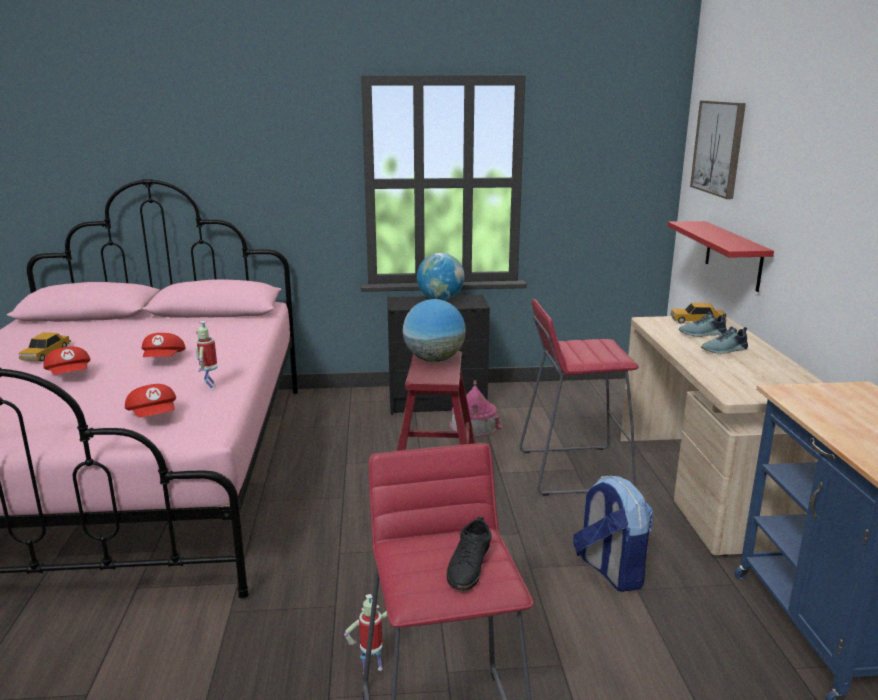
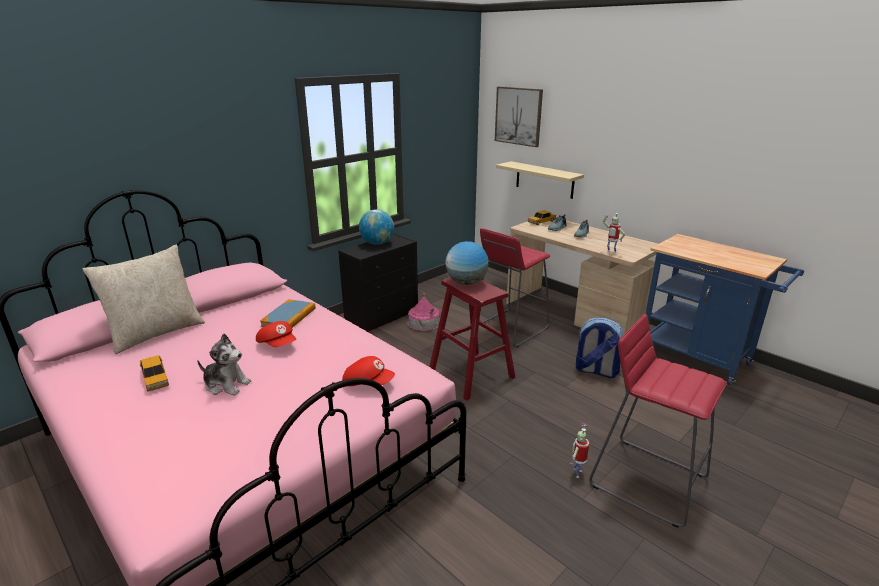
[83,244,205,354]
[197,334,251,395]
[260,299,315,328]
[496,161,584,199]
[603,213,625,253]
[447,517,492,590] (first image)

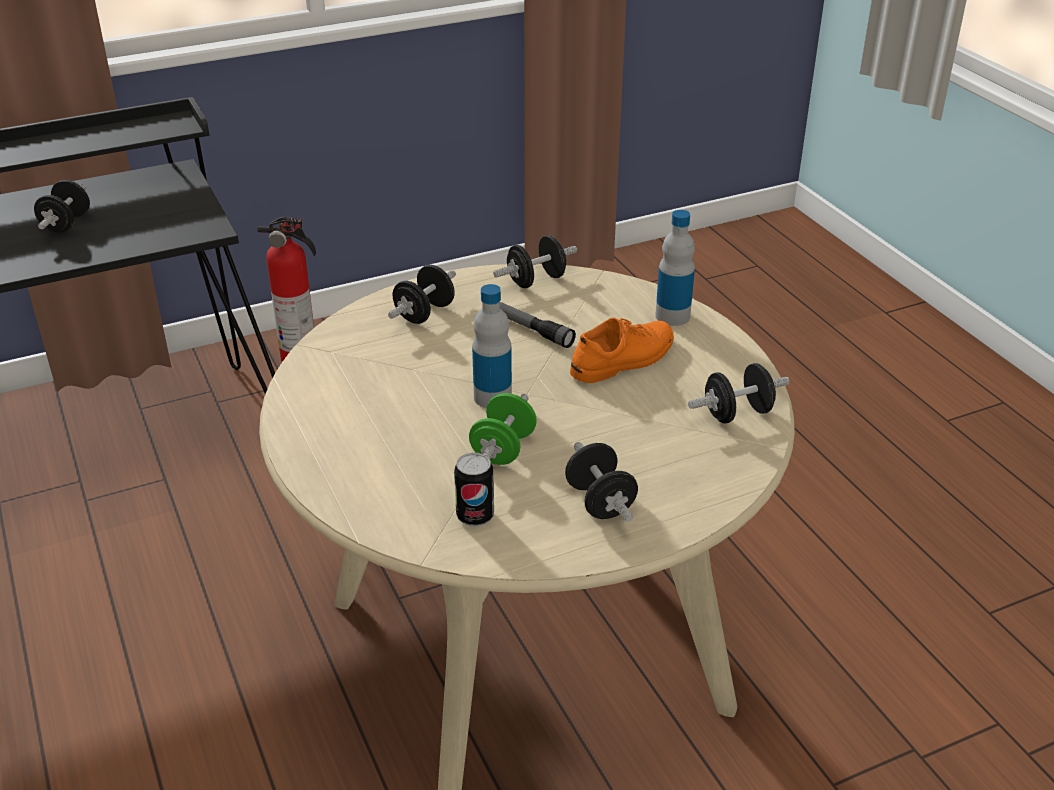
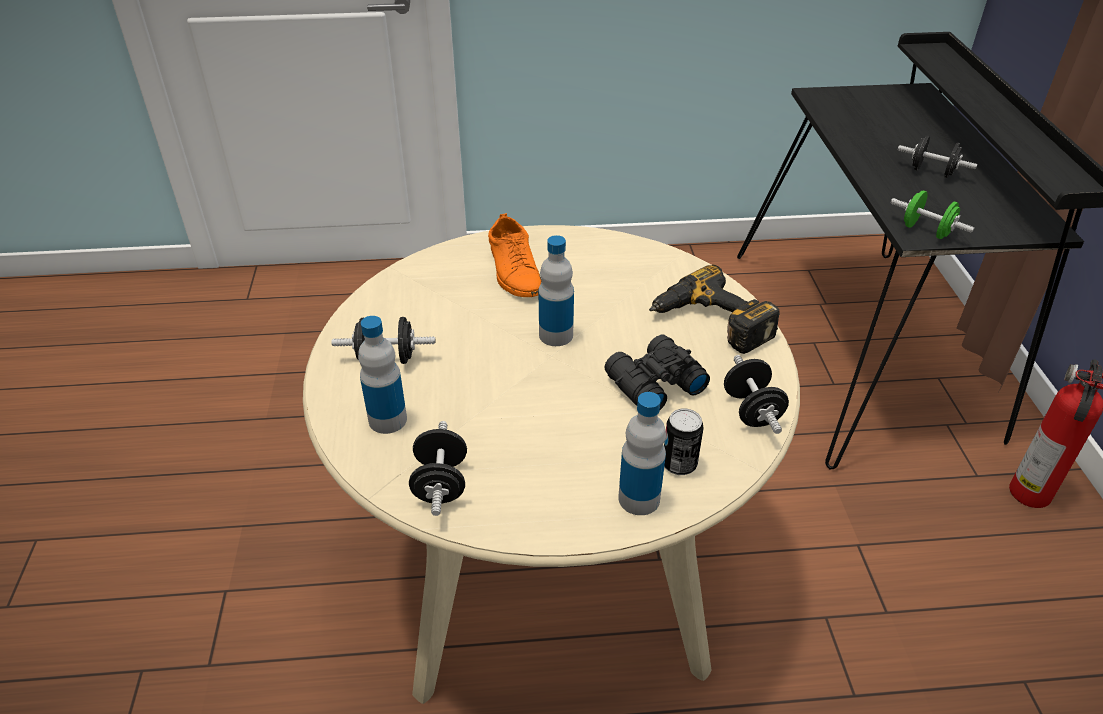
[358,316,407,434]
[488,213,542,297]
[604,334,710,410]
[649,265,780,354]
[664,408,704,475]
[891,190,974,239]

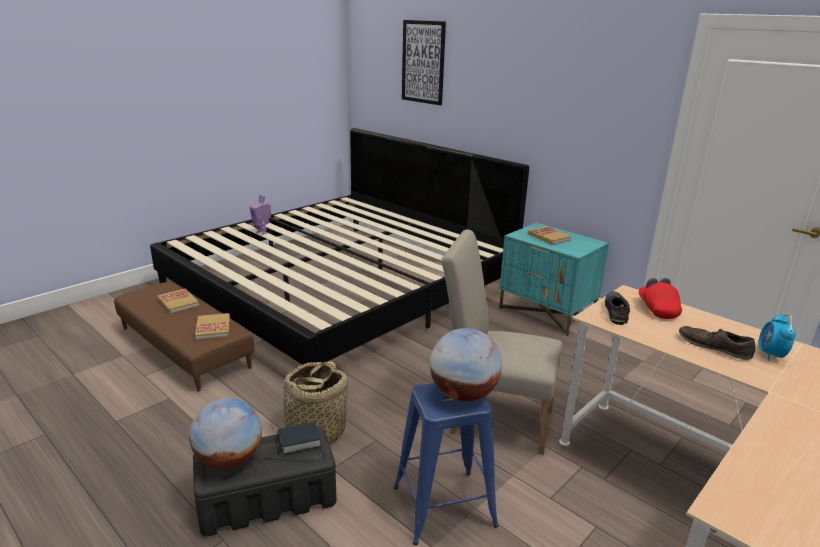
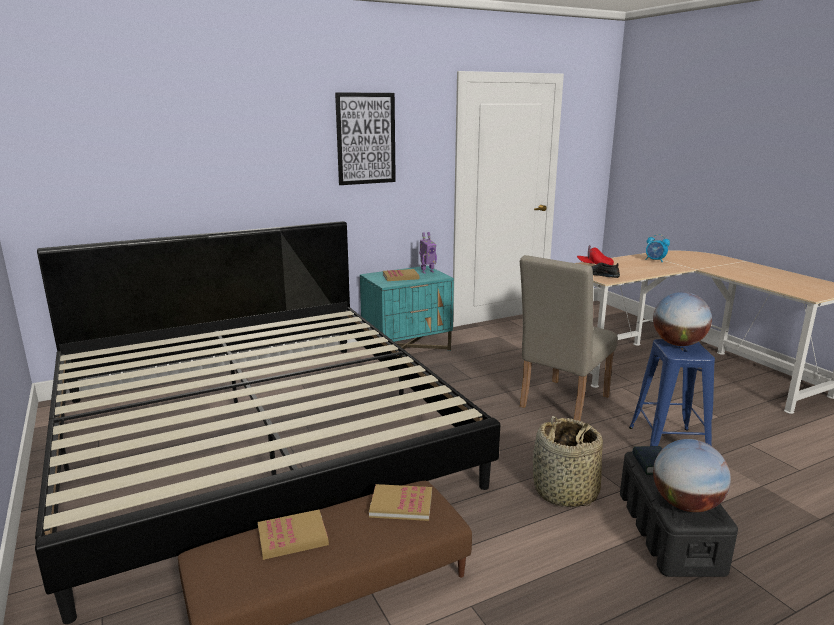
[335,92,396,185]
[419,232,437,274]
[679,326,755,360] (first image)

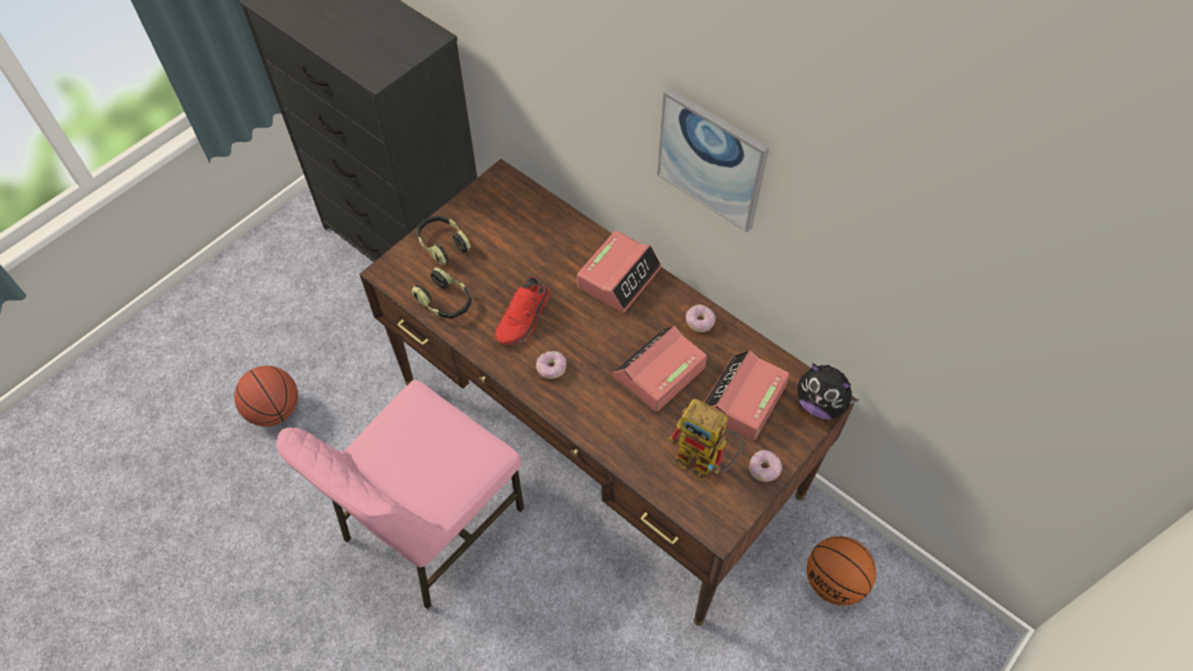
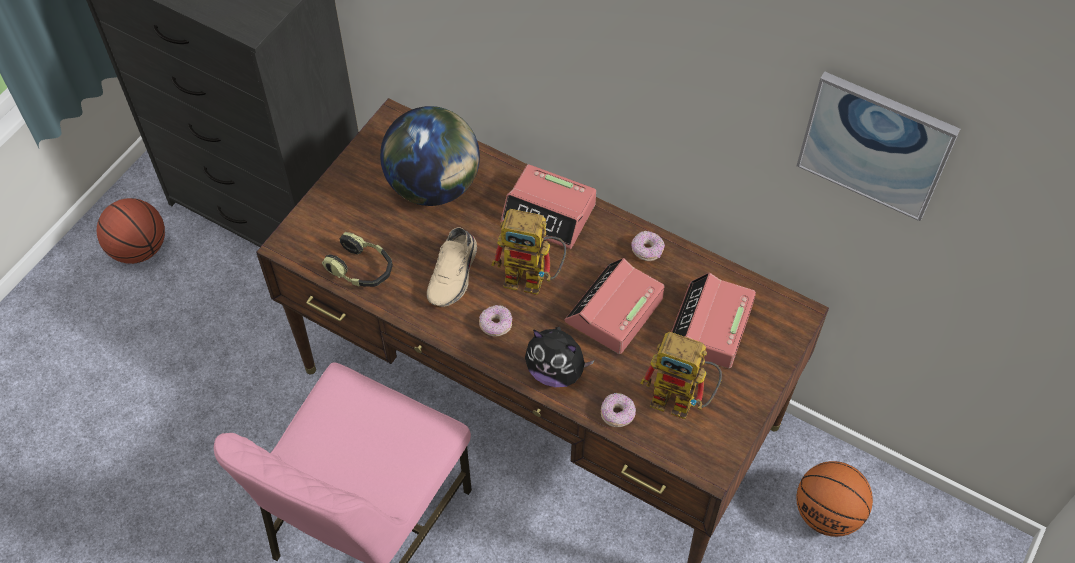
[97,198,165,264]
[380,106,480,206]
[427,227,477,307]
[491,209,566,295]
[501,164,596,249]
[525,327,594,387]
[601,393,636,427]
[797,72,960,221]
[417,215,471,266] (first image)

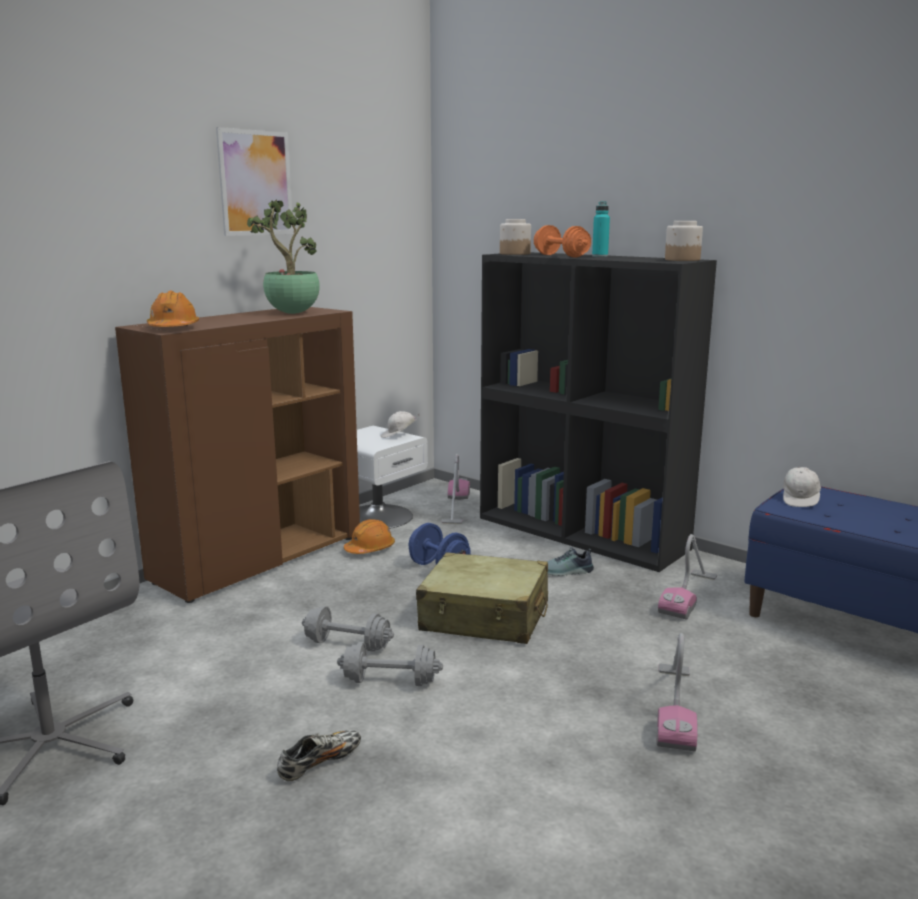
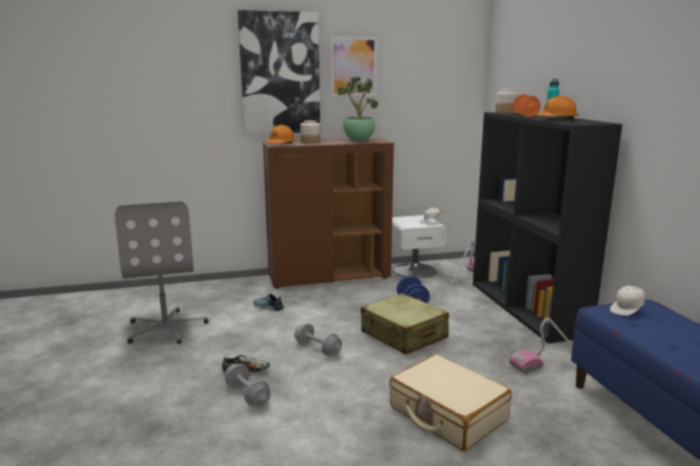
[225,364,271,407]
[238,10,320,134]
[253,293,284,311]
[300,120,320,144]
[389,354,512,451]
[536,96,579,120]

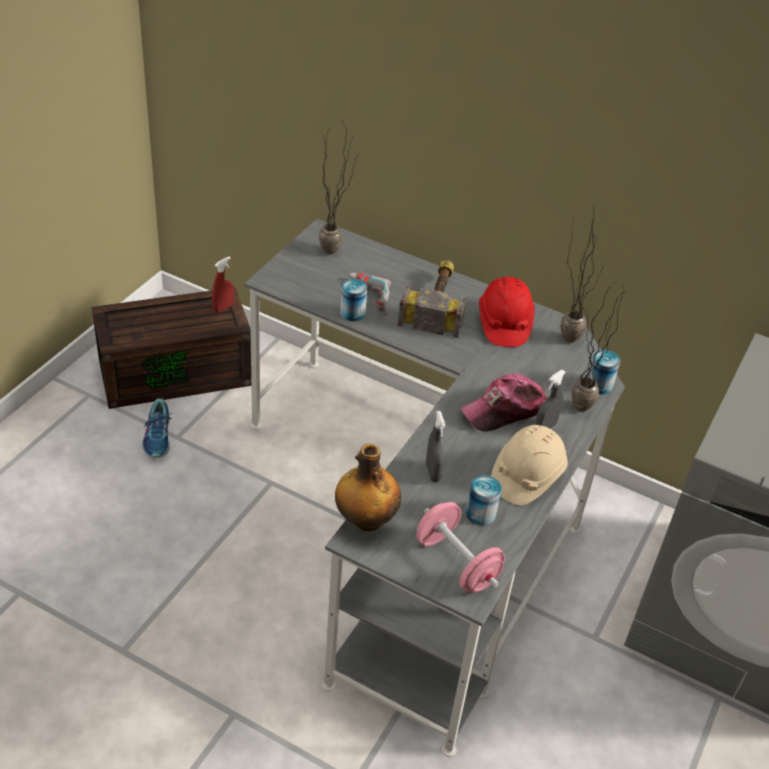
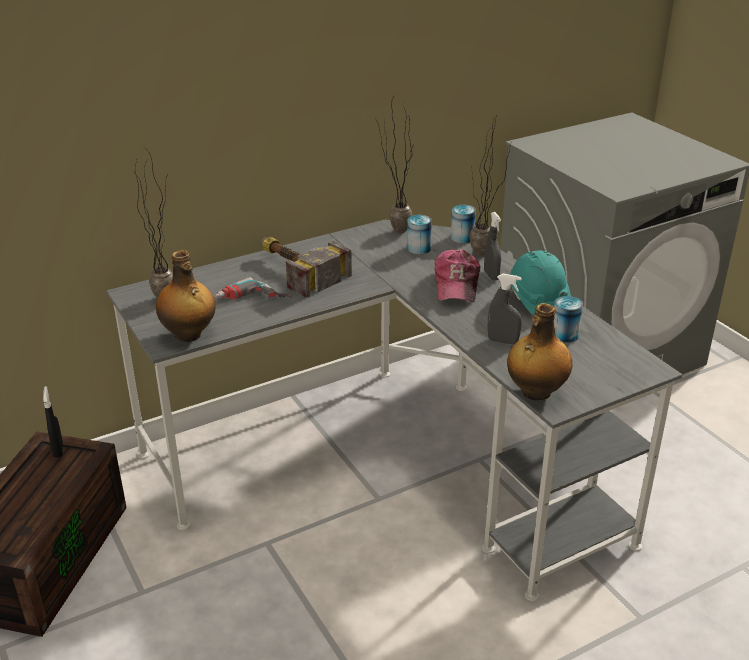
[43,386,63,458]
[156,250,216,342]
[407,215,432,255]
[510,250,571,316]
[142,398,173,458] (first image)
[416,502,505,593] (first image)
[479,277,535,347] (first image)

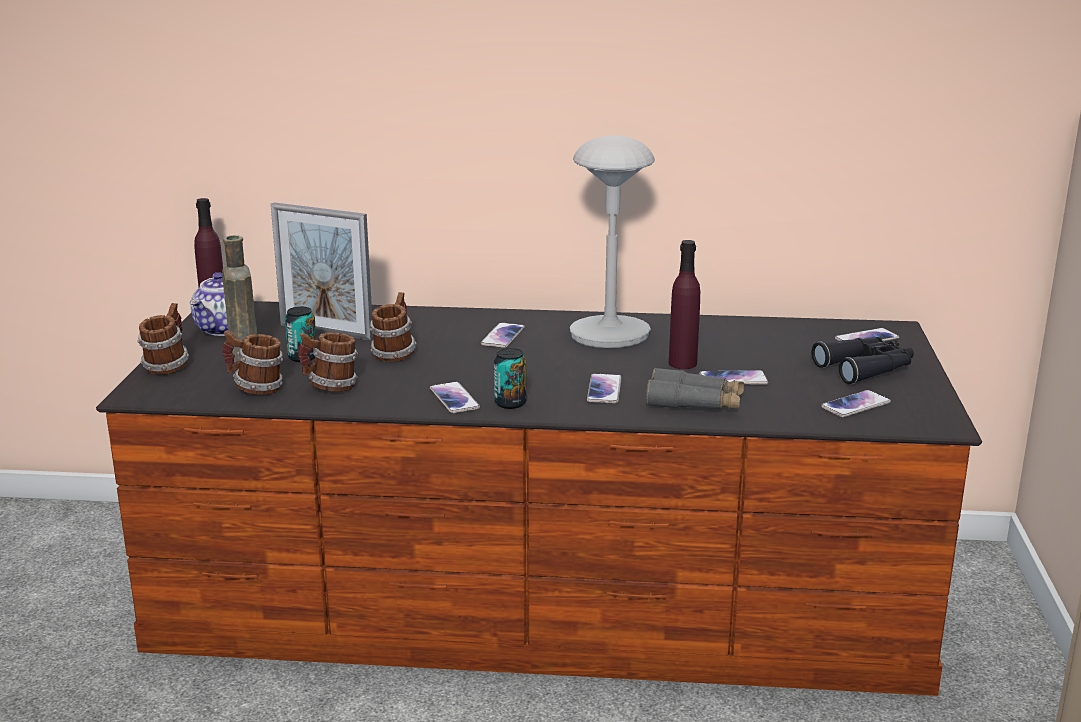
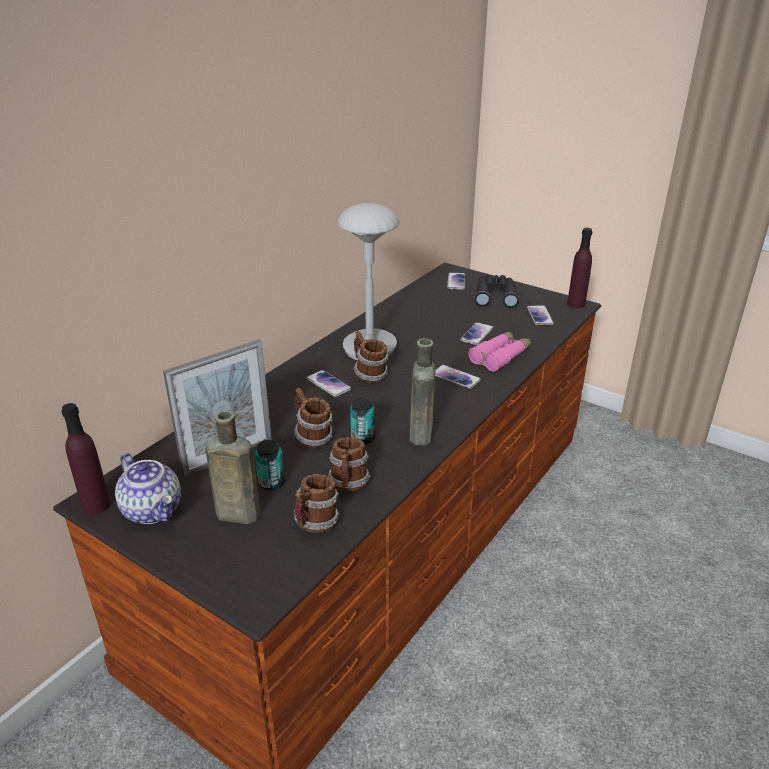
[350,398,376,444]
[353,331,388,383]
[410,338,436,446]
[468,331,531,372]
[567,228,592,308]

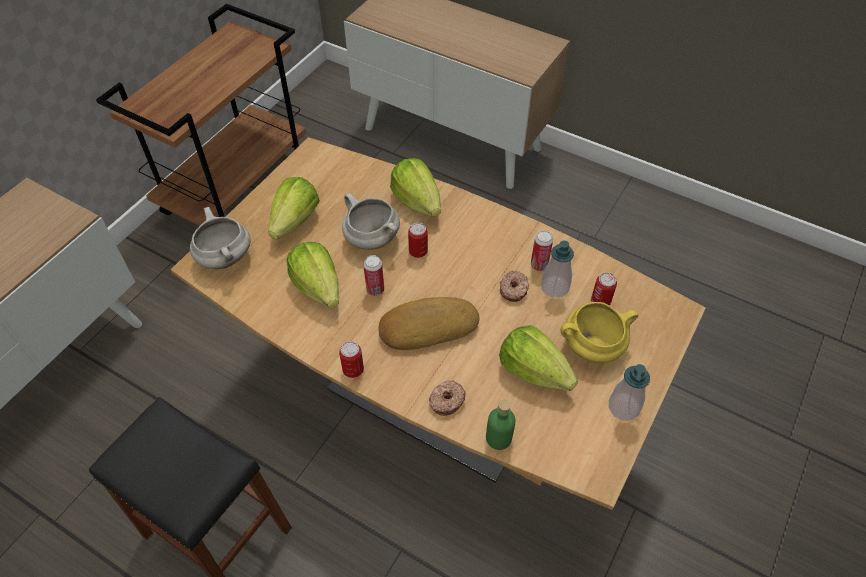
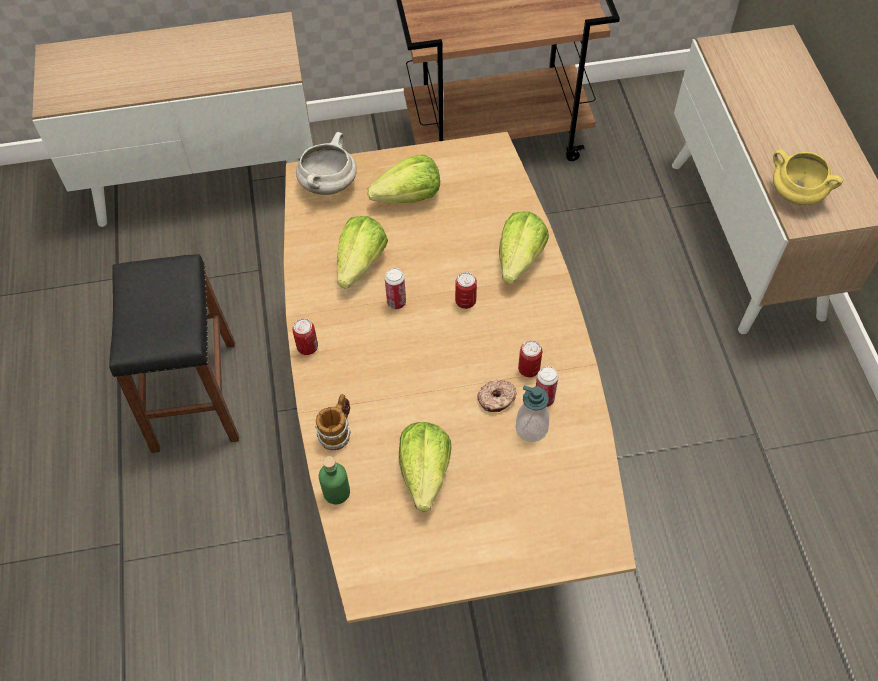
[315,394,351,450]
[518,340,542,377]
[773,149,843,205]
[342,193,400,250] (first image)
[378,297,479,350] (first image)
[609,364,650,421] (first image)

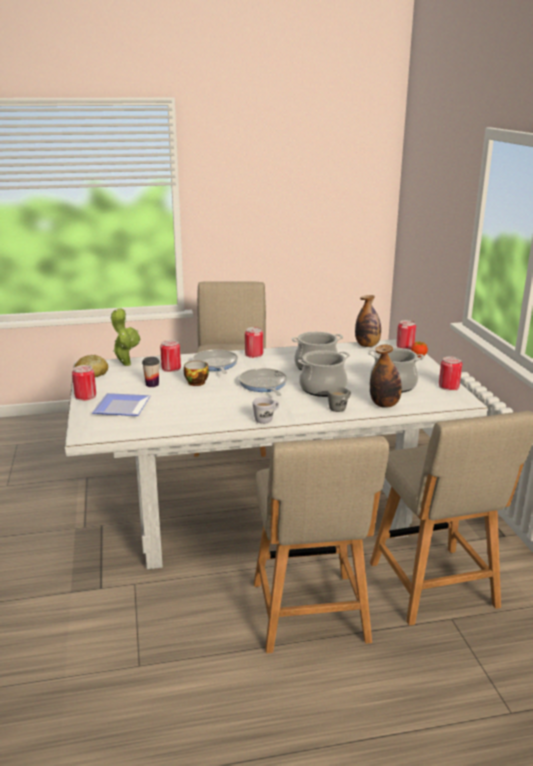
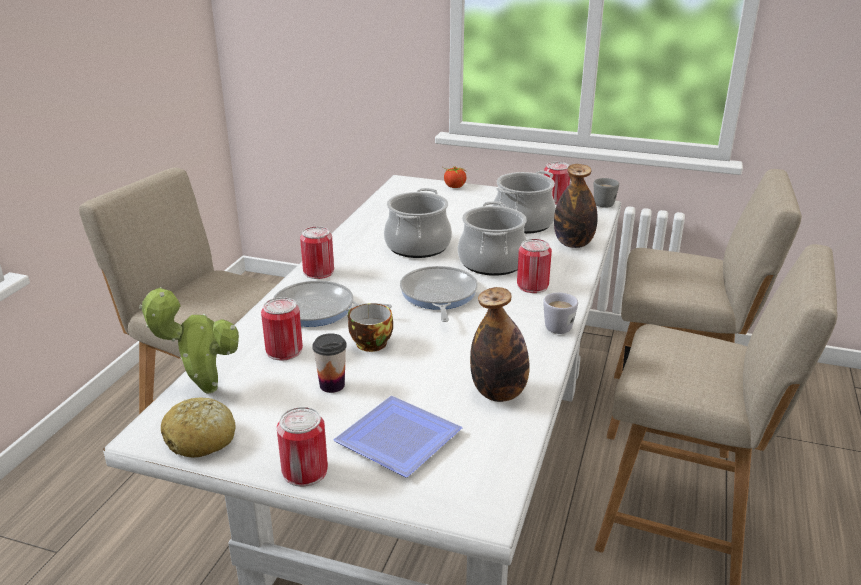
[400,266,478,322]
[470,287,530,402]
[517,239,552,293]
[594,178,619,208]

